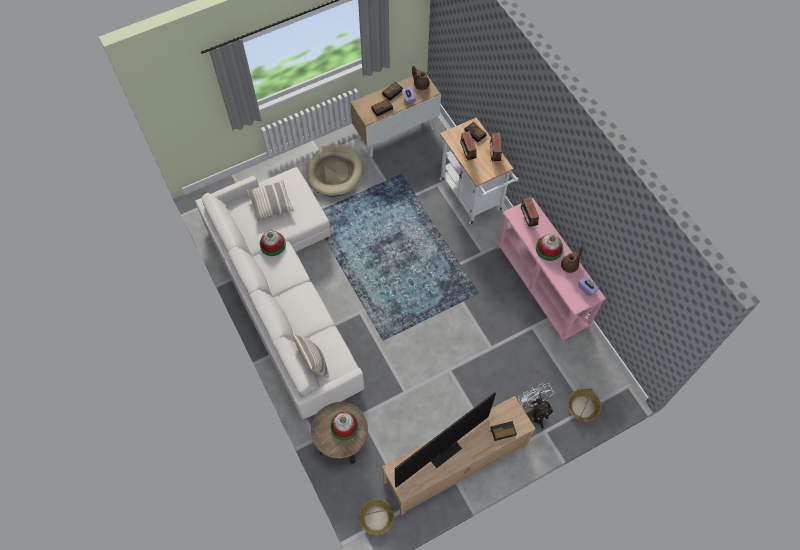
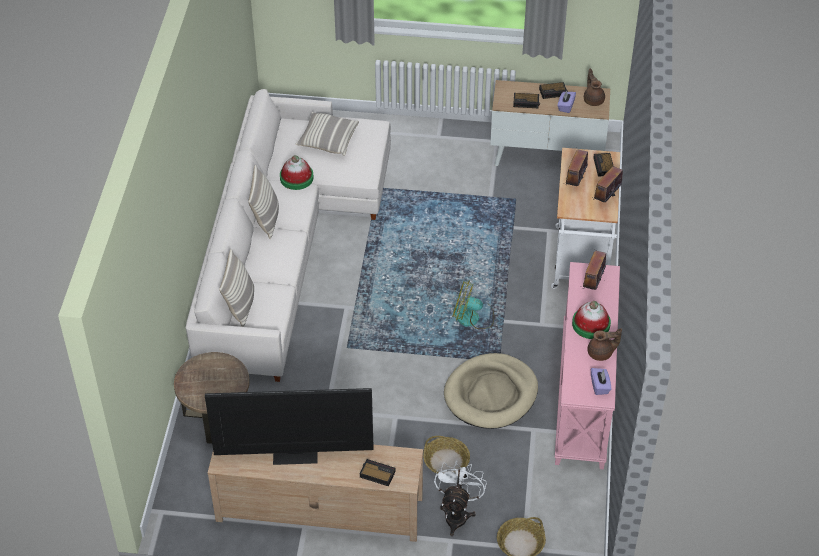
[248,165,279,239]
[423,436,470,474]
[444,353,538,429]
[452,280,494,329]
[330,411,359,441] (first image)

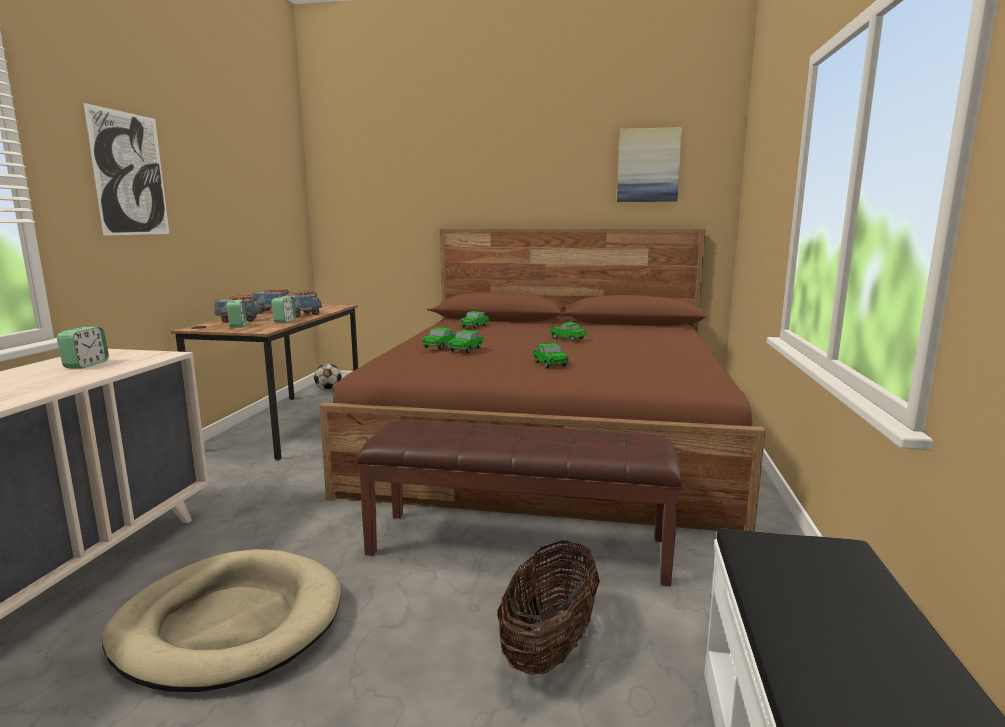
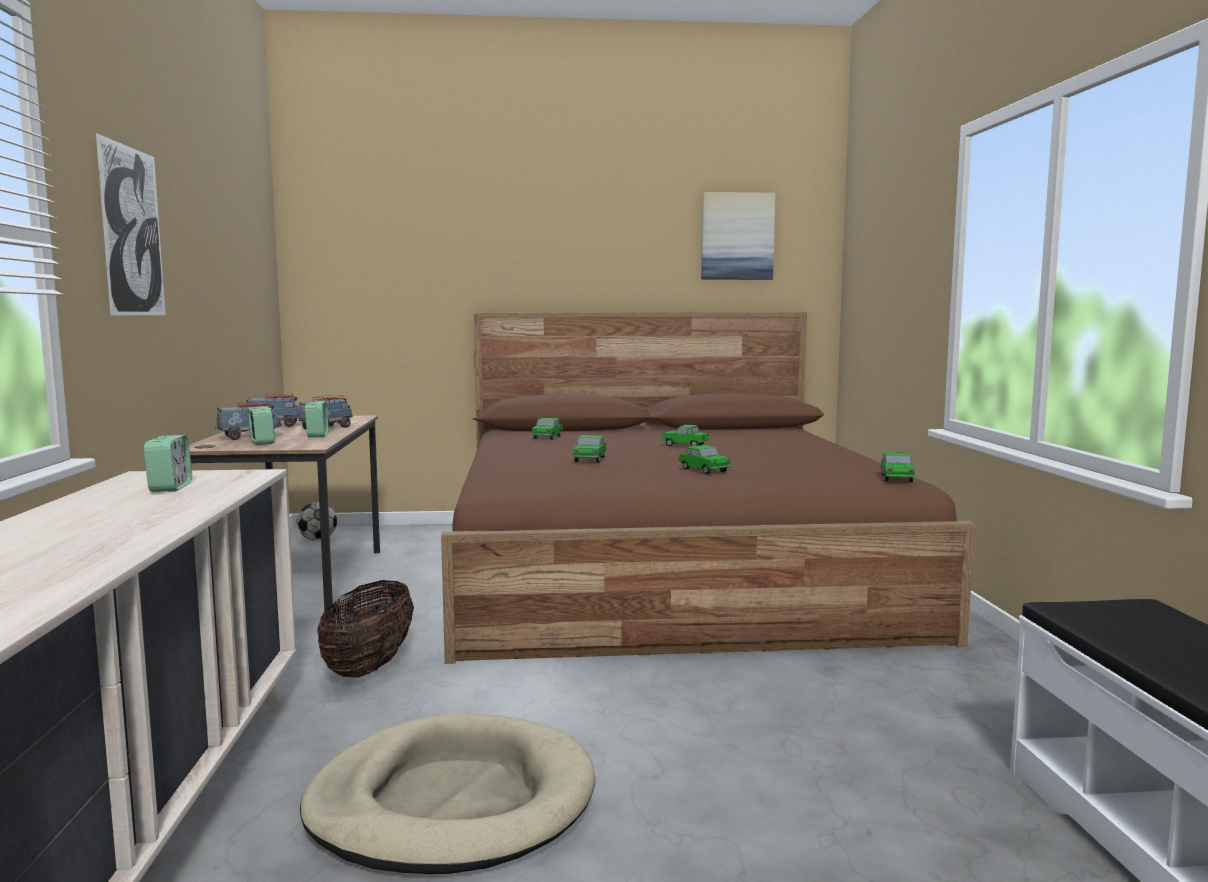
[317,580,414,677]
[881,452,915,482]
[357,419,682,586] (first image)

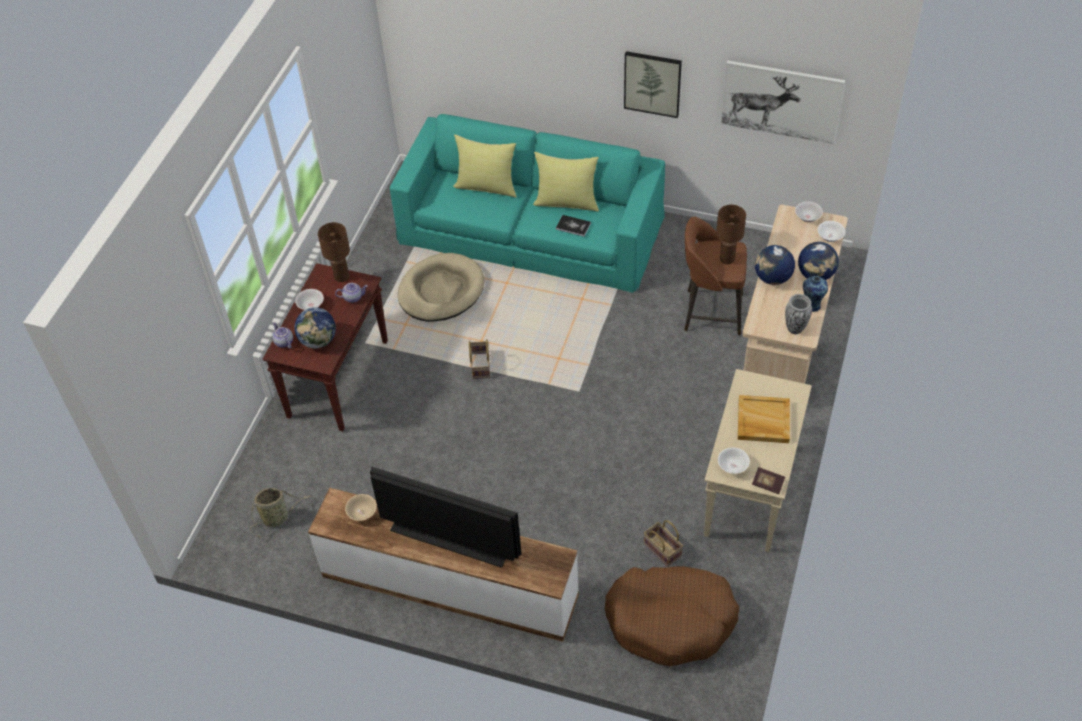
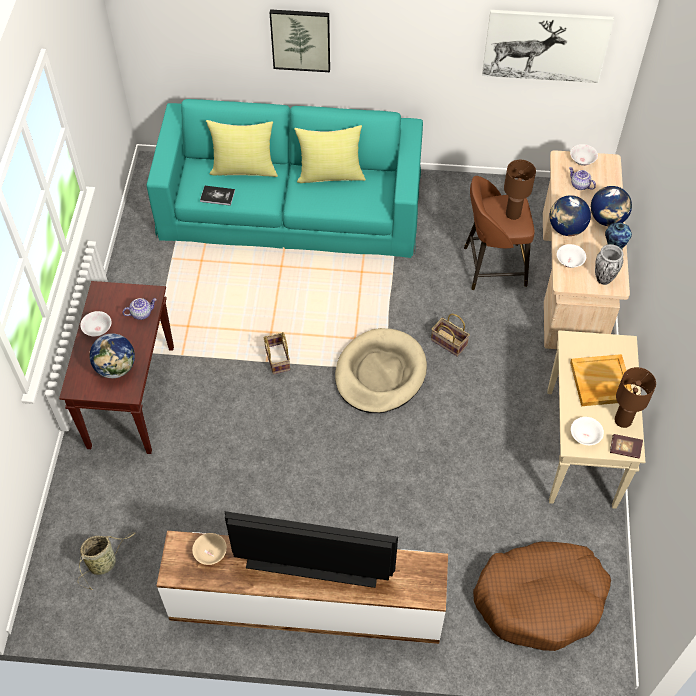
[200,186,235,206]
[270,9,330,72]
[335,328,427,413]
[431,314,470,357]
[557,244,586,268]
[569,167,596,190]
[615,367,656,428]

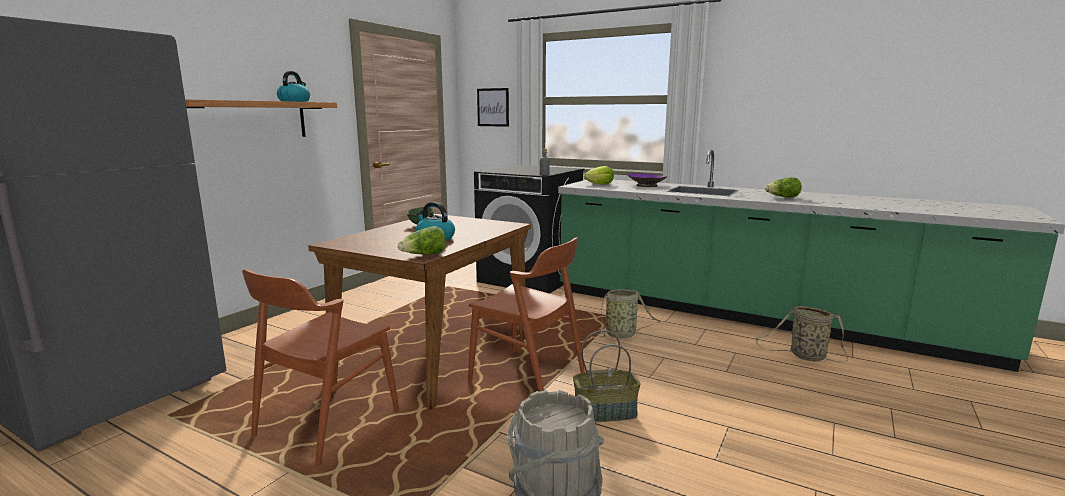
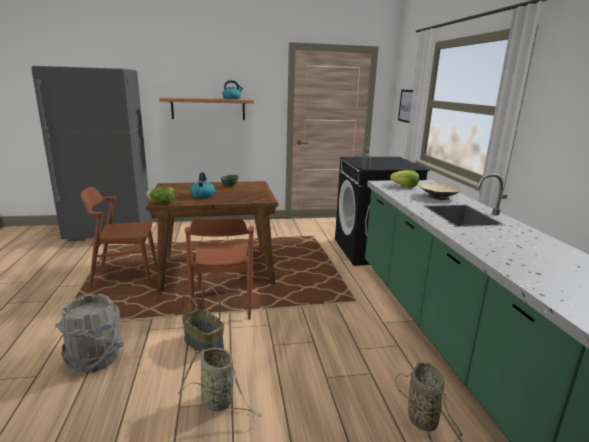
[178,348,262,417]
[420,182,460,200]
[764,177,802,198] (first image)

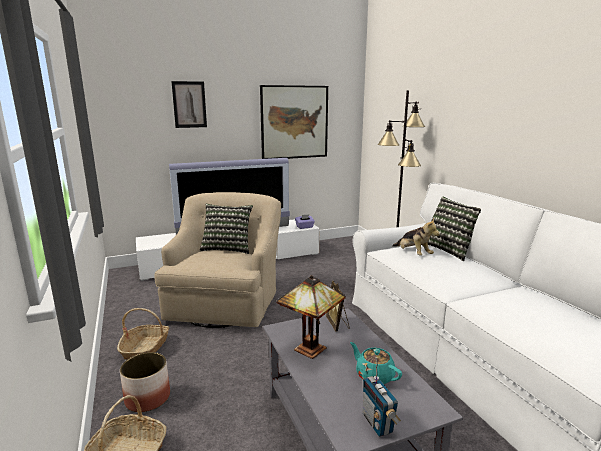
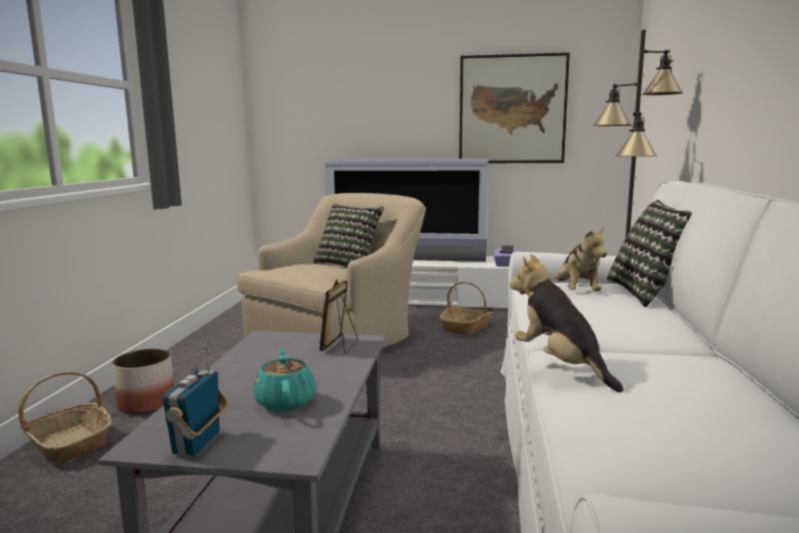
[440,282,493,335]
[509,254,624,392]
[171,81,207,128] (first image)
[276,275,346,359] (first image)

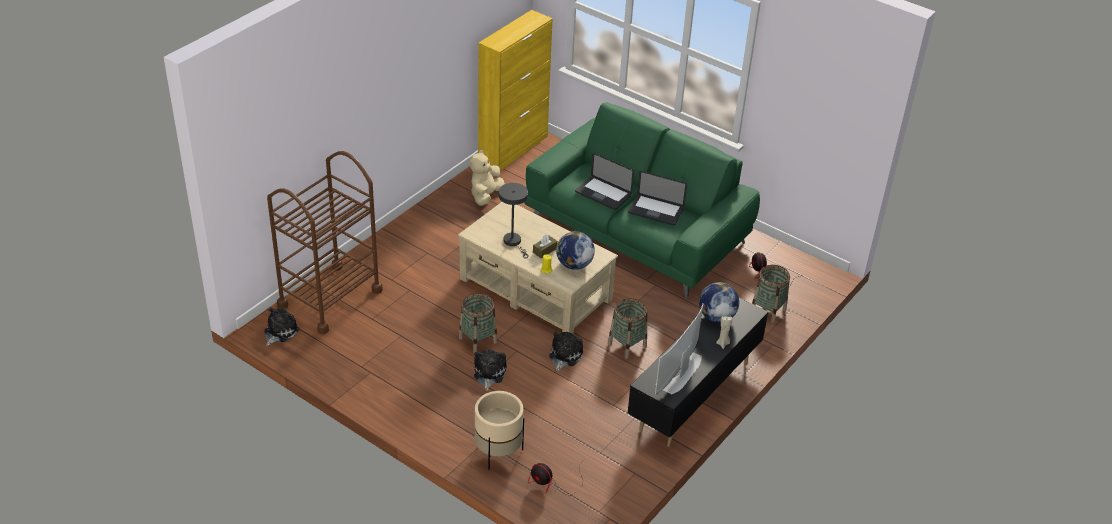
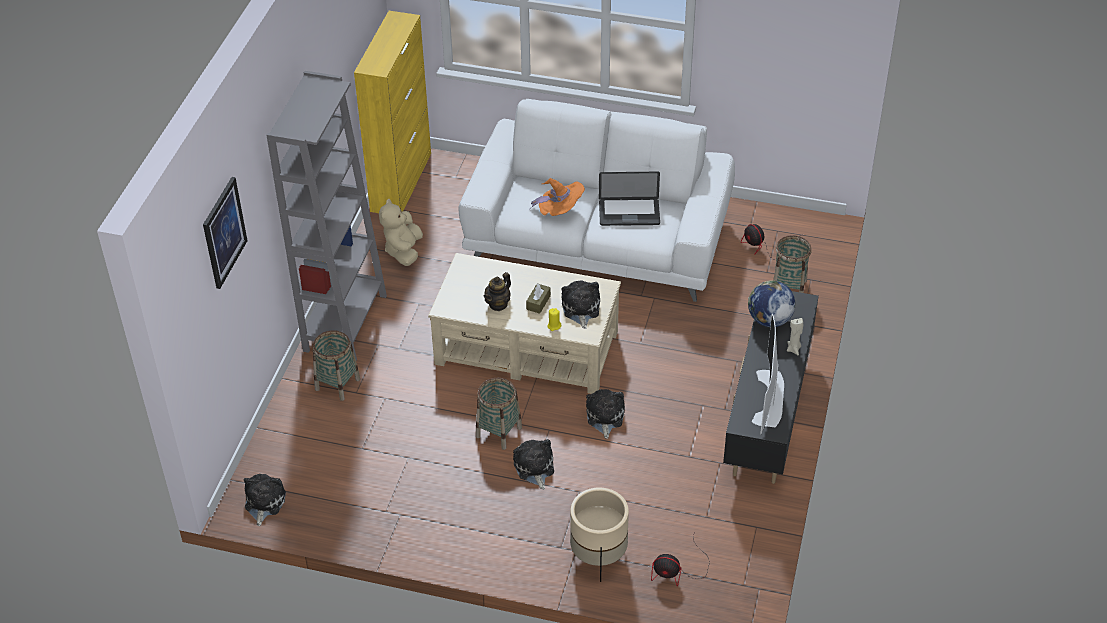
[203,177,247,289]
[267,71,387,360]
[313,330,360,401]
[458,99,735,302]
[484,272,511,311]
[529,178,585,216]
[562,280,600,329]
[267,151,383,335] (first image)

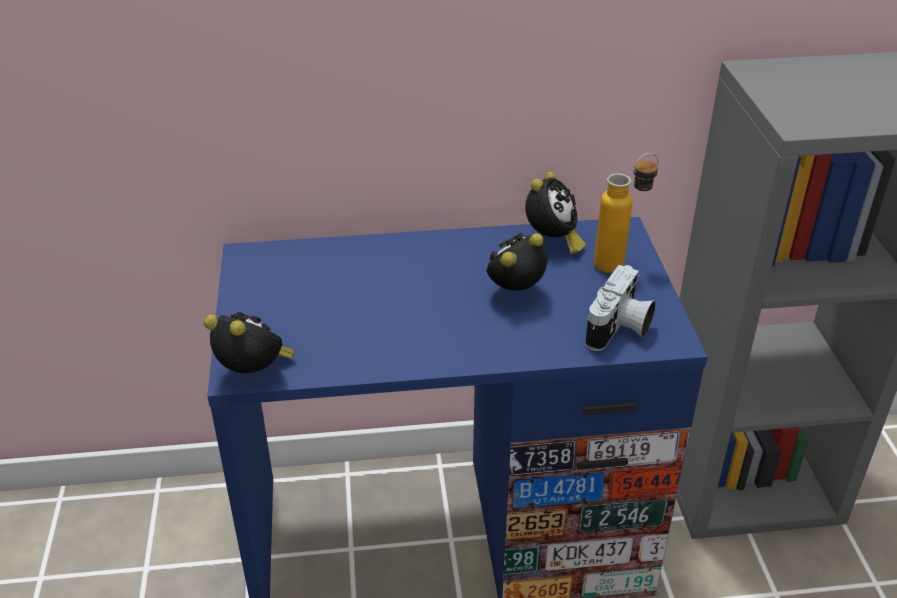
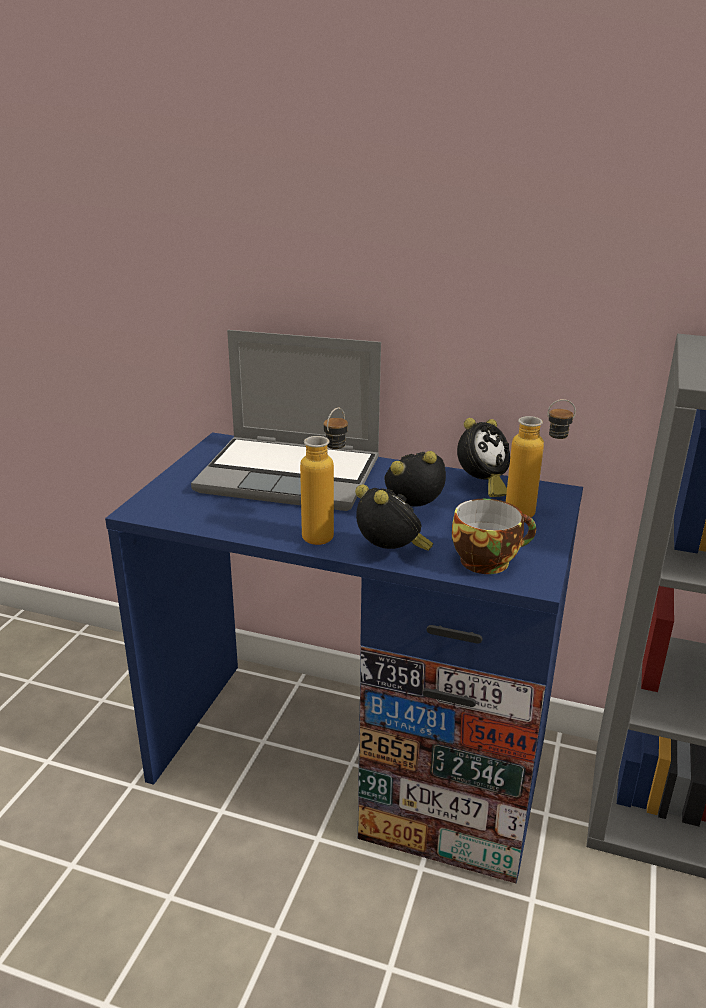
[191,330,381,511]
[300,408,348,545]
[355,484,433,551]
[452,499,536,574]

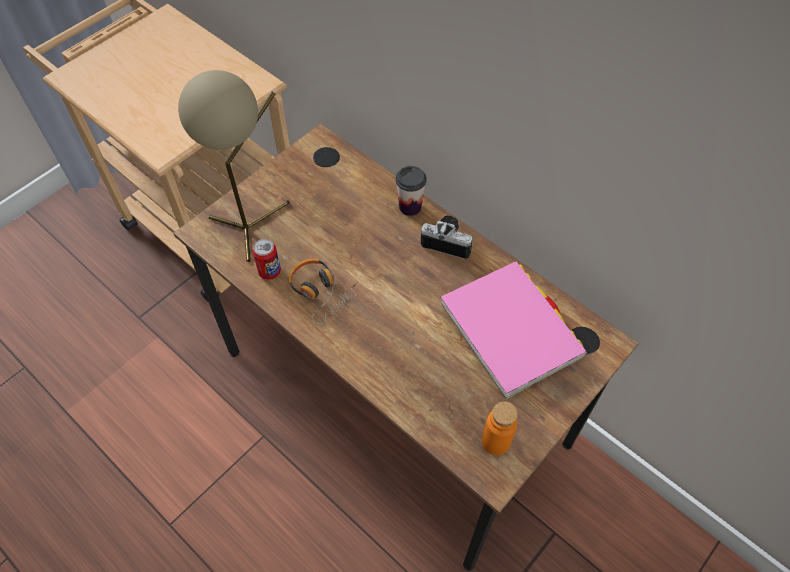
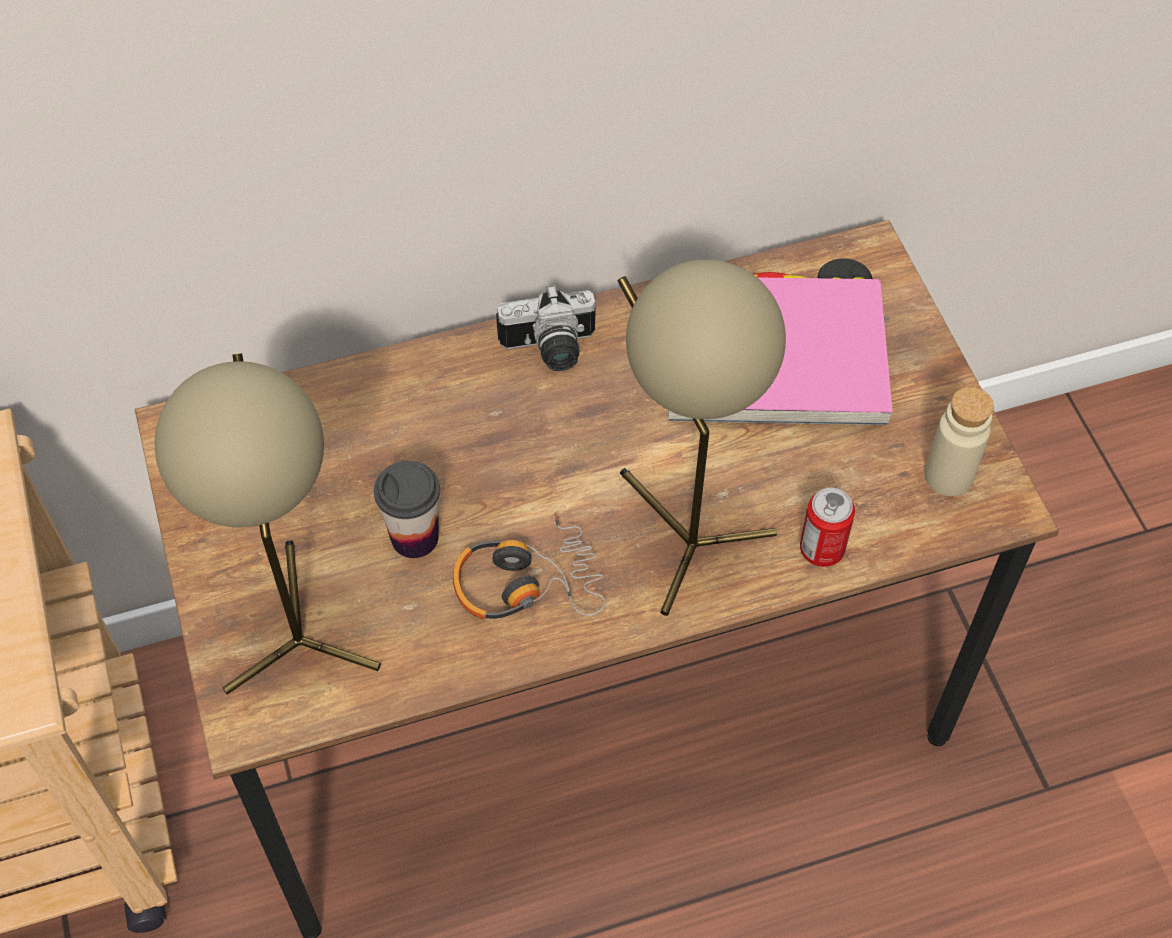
[374,461,440,558]
[496,285,596,371]
[617,259,786,616]
[800,488,855,567]
[925,387,994,496]

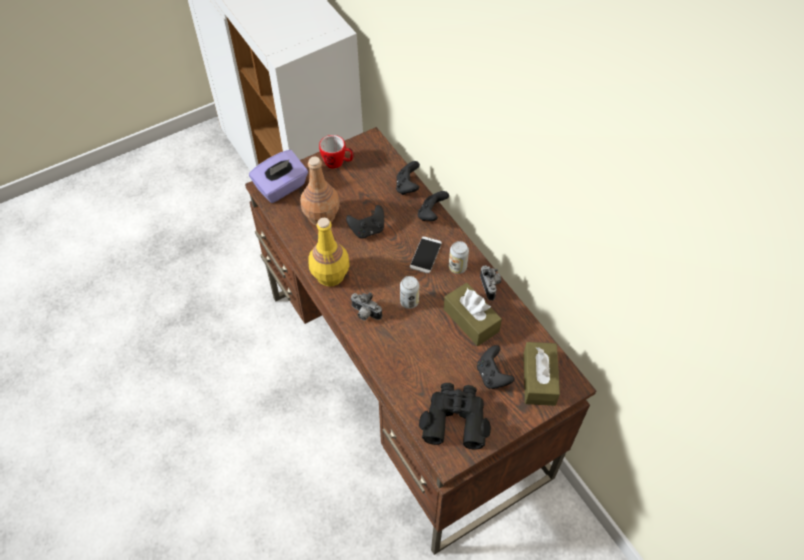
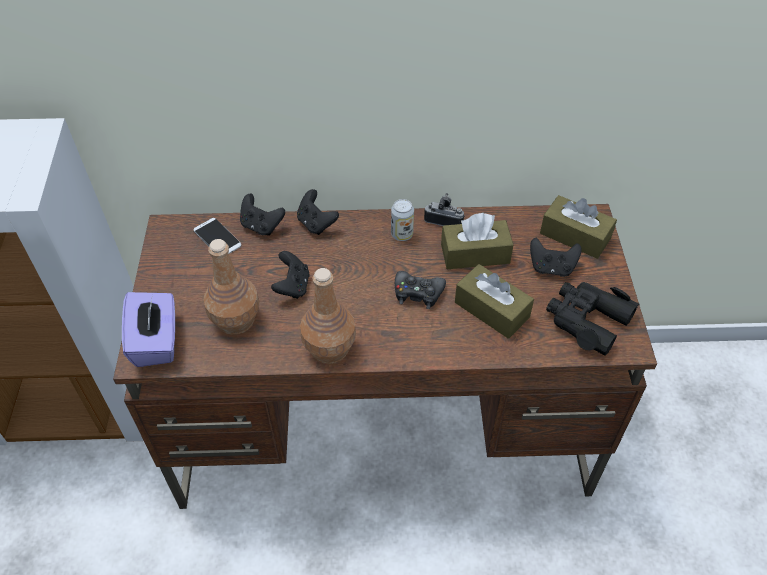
[193,218,241,254]
[300,268,356,364]
[395,271,446,309]
[455,264,534,339]
[319,135,354,169] (first image)
[350,292,382,320] (first image)

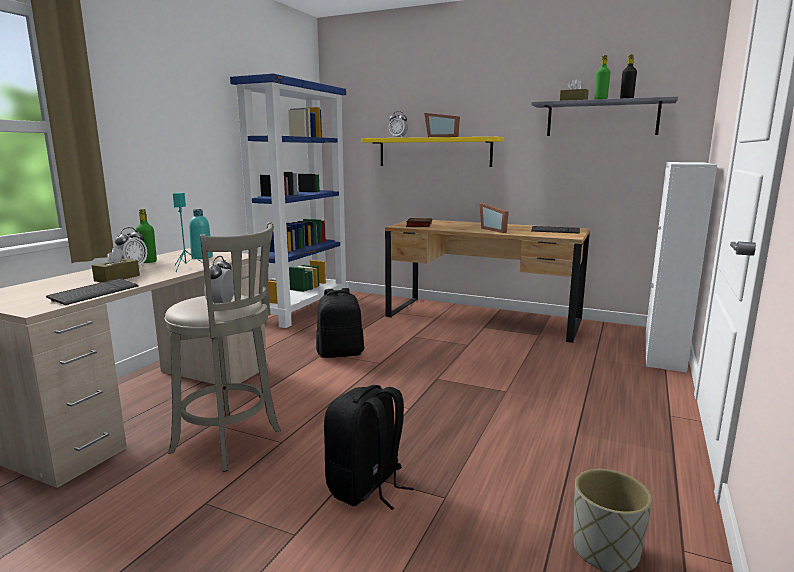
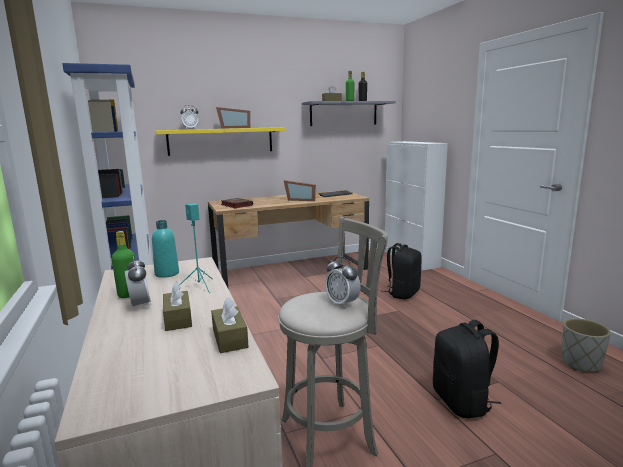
[211,297,249,353]
[381,243,422,299]

